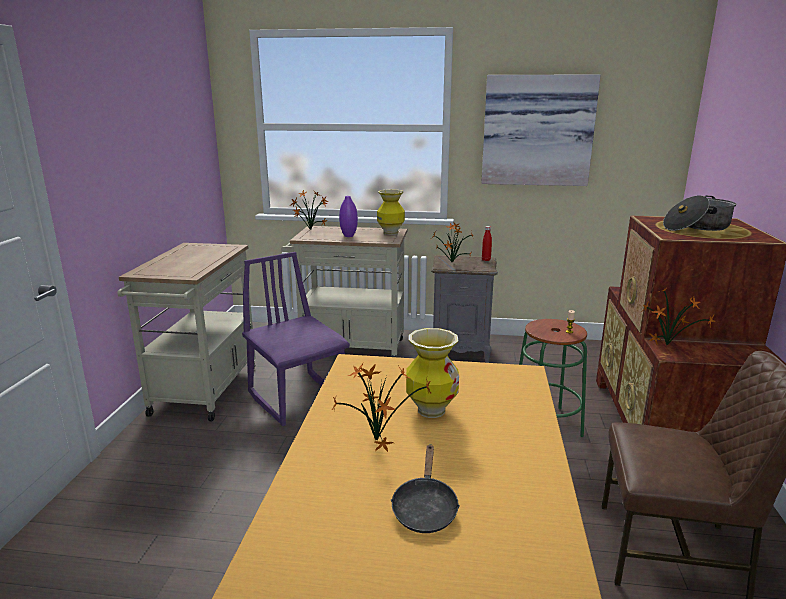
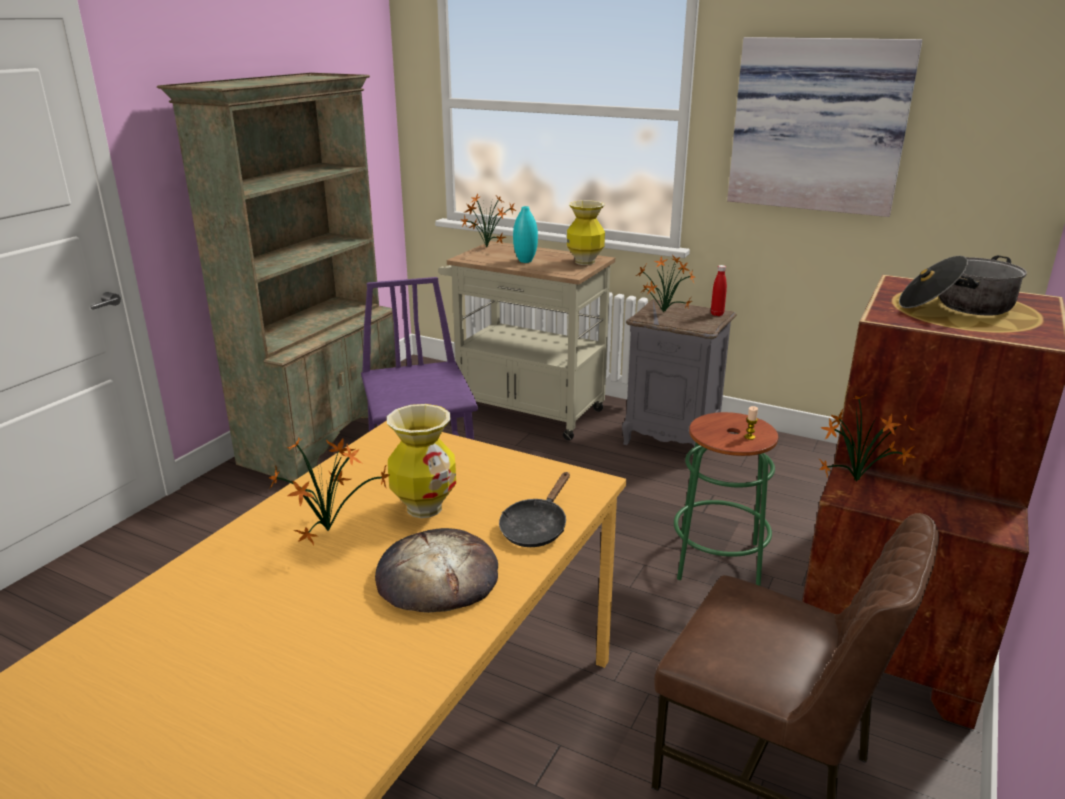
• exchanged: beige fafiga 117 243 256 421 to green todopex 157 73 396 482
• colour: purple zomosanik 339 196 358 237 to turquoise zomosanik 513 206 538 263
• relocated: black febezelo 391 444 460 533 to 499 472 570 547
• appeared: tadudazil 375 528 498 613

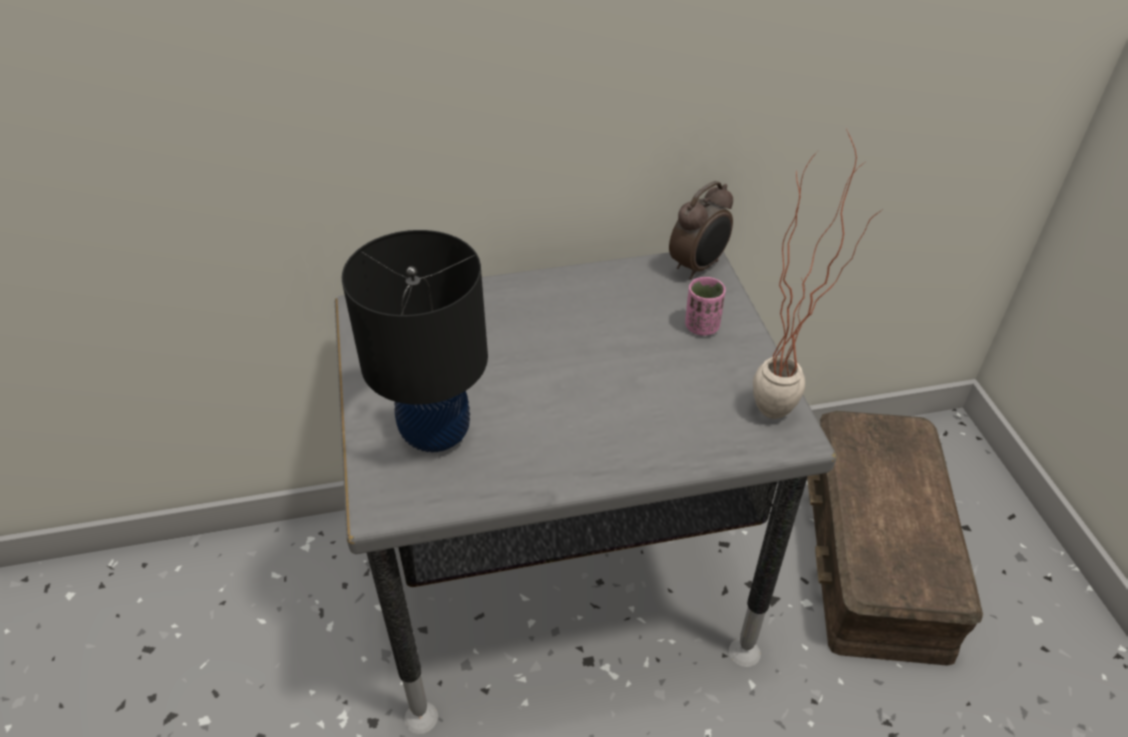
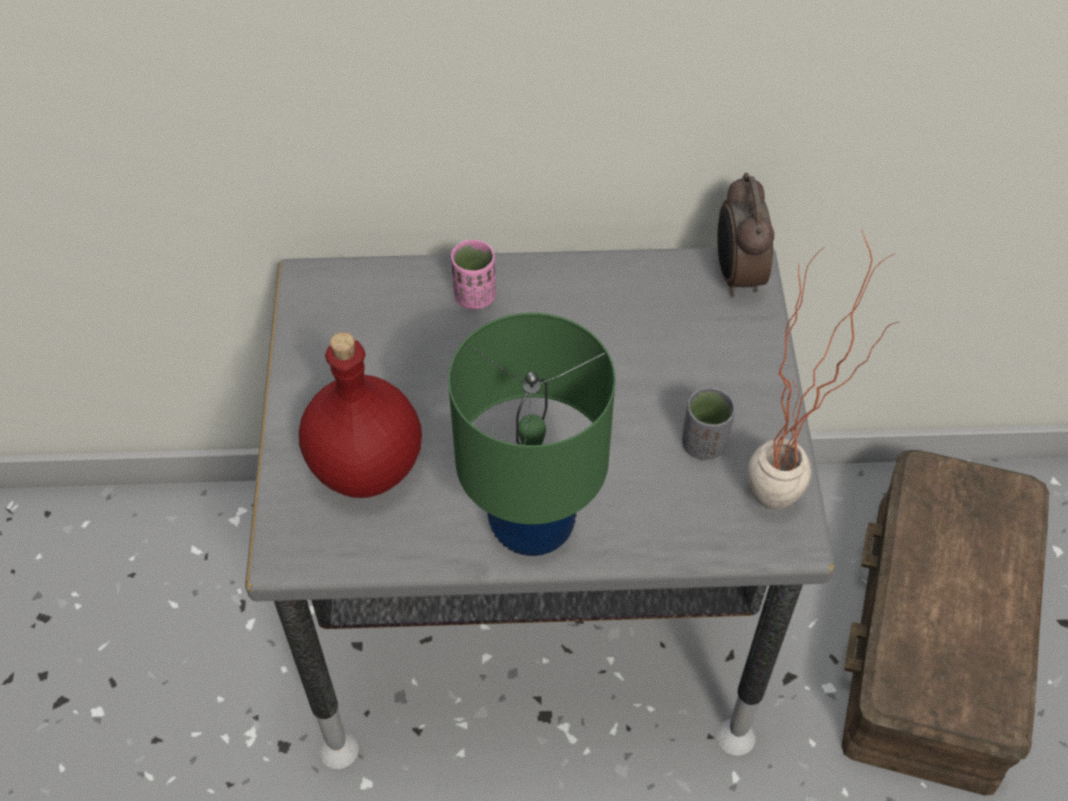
• exchanged: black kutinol 342 230 488 452 to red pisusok 299 332 422 498
• spun: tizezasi 669 181 733 280 = 717 173 774 297 120 degrees clockwise
• relocated: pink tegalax 685 277 726 336 to 451 240 496 309
• appeared: green kutinol 448 313 615 556
• appeared: grey tegalax 682 387 735 460

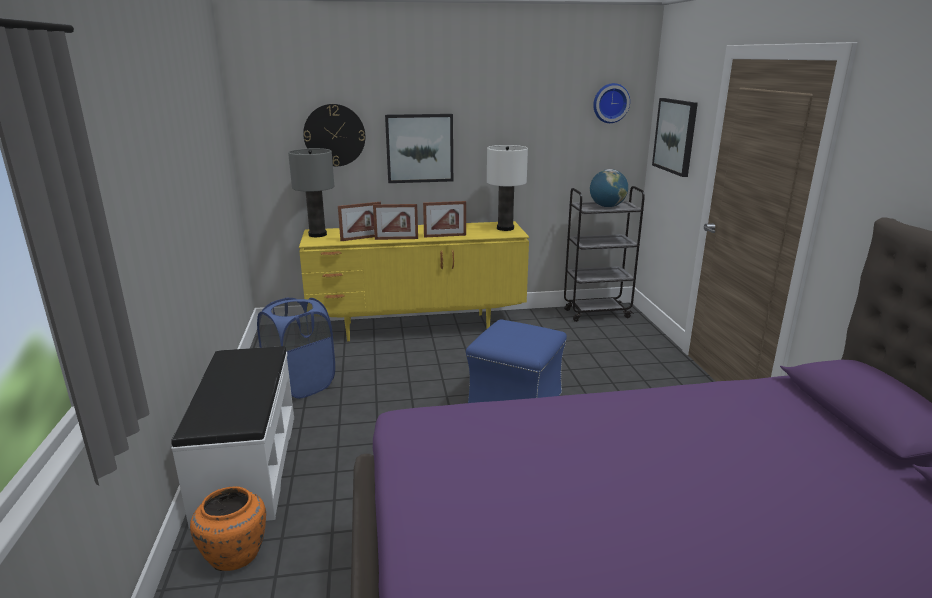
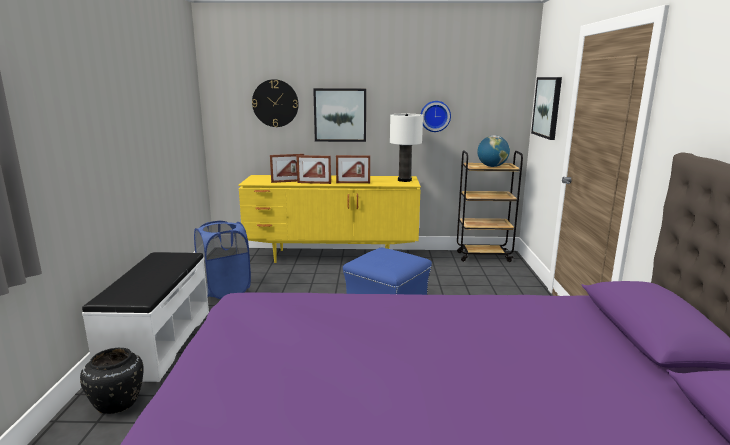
• colour: orange zomosanik 190 487 266 571 to black zomosanik 80 348 144 414
• missing: grey kutinol 288 148 334 237
• colour: grey fafiga 564 186 645 322 to brown fafiga 457 150 523 262
• relocated: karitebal 593 83 630 123 to 421 101 451 132

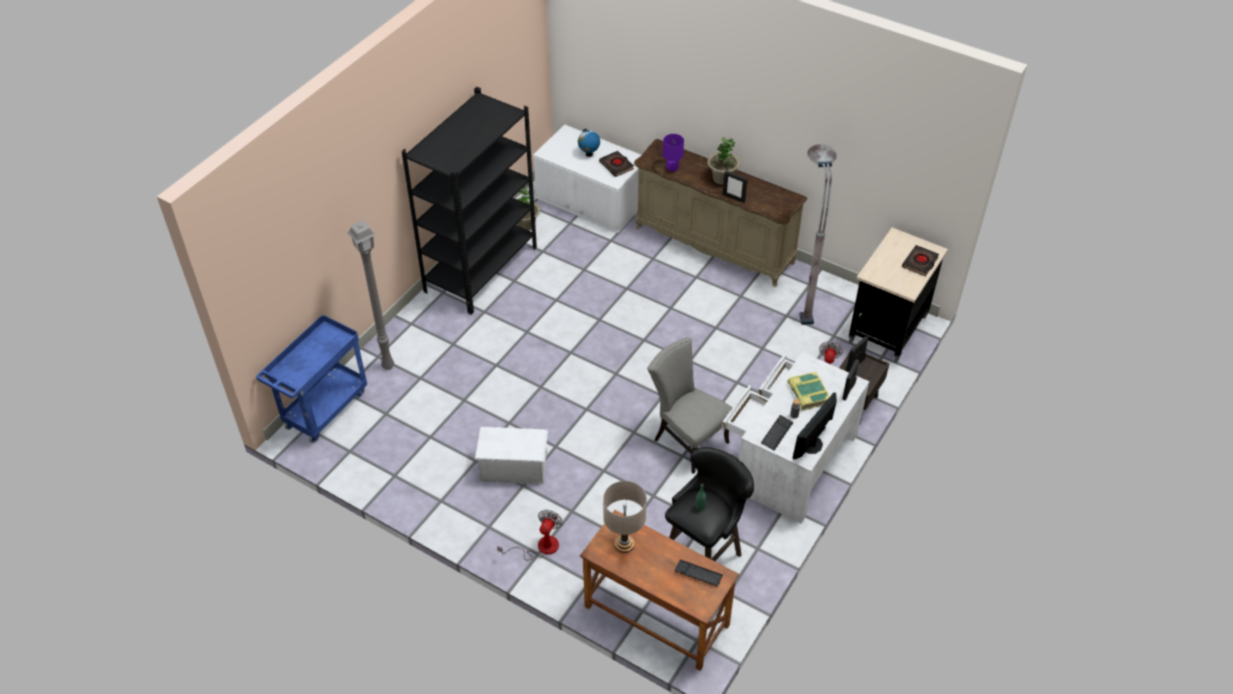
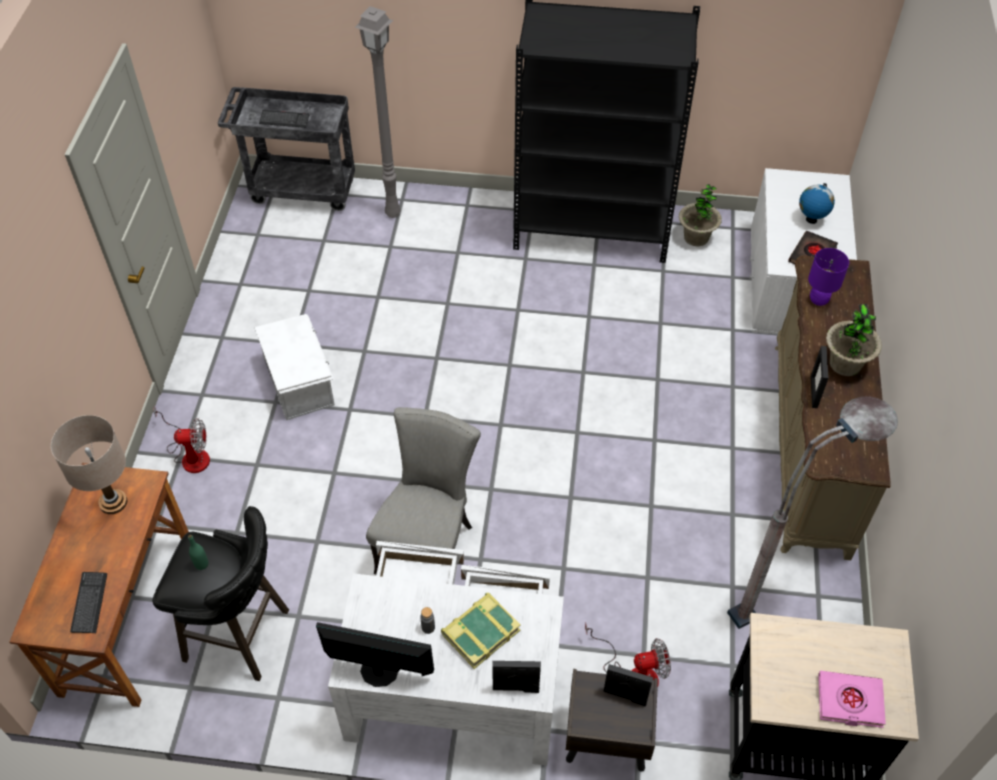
• colour: blue fafiga 256 315 367 443 to grey fafiga 218 87 355 211
• relocated: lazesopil 761 415 793 450 to 259 110 309 128
• colour: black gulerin 902 245 939 276 to pink gulerin 818 671 886 728

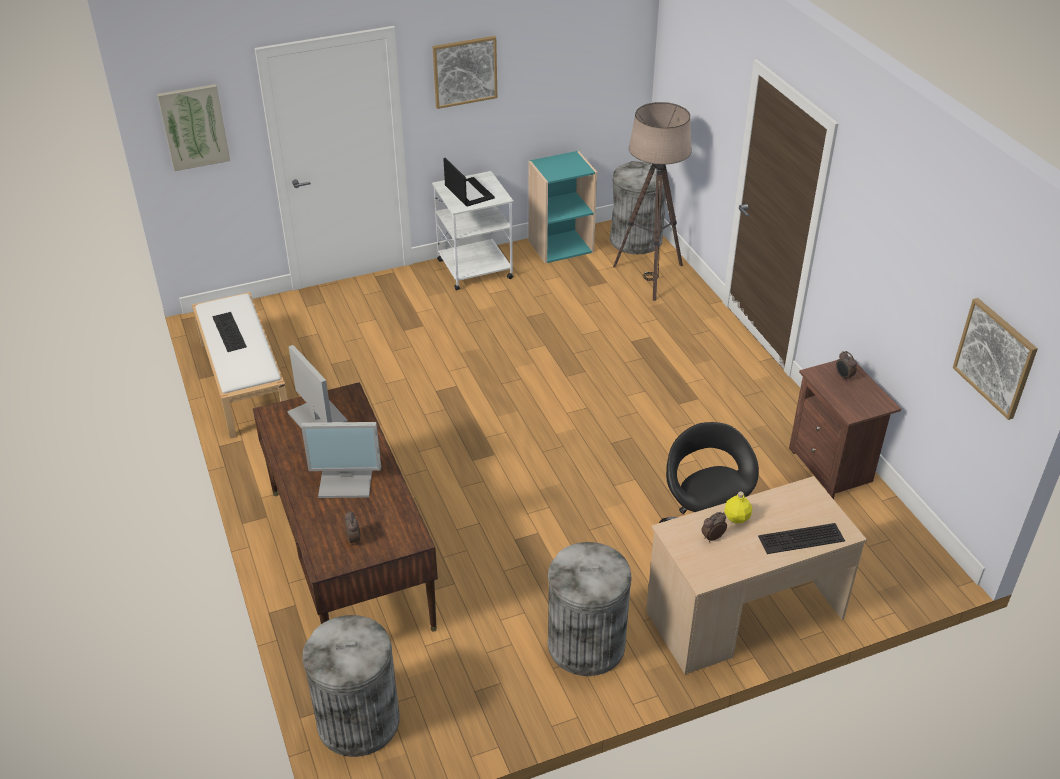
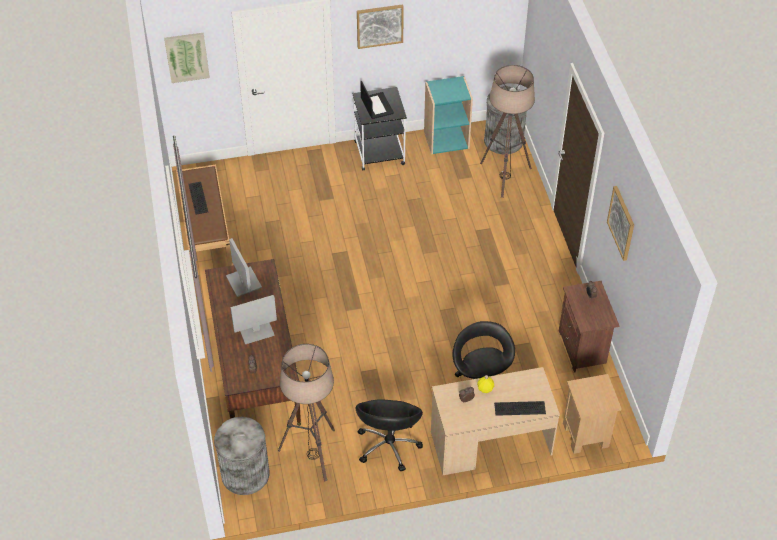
• colour: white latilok 192 292 288 439 to brown latilok 176 164 233 267
• spun: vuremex 301 422 381 498 = 230 295 277 344 150 degrees clockwise
• colour: white fafiga 432 171 514 290 to black fafiga 352 87 407 170
• exchanged: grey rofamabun 548 542 632 676 to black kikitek 356 399 423 471
• relocated: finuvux 953 298 1038 420 to 607 186 634 261
• appeared: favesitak 278 344 335 482
• appeared: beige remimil 563 374 622 454

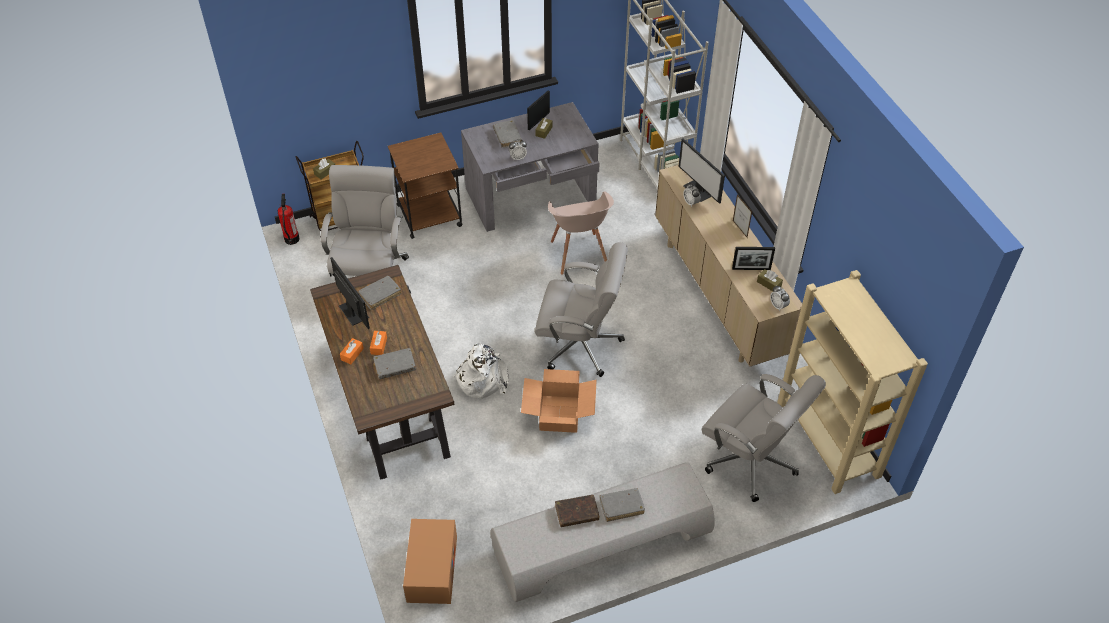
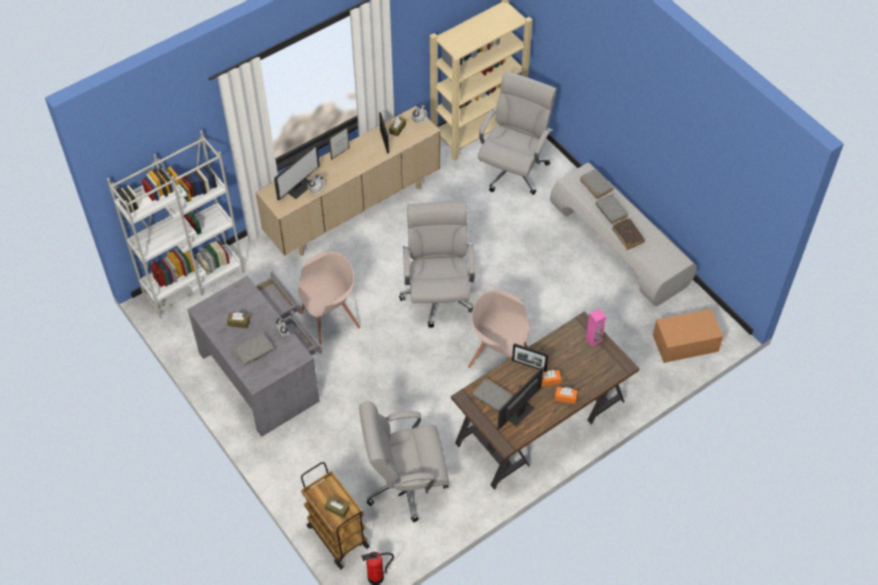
• relocated: grey gulerin 373 348 416 379 to 580 169 613 199
• missing: brown fafiga 388 133 463 239
• exchanged: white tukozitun 453 343 509 399 to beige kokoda 468 290 529 368
• missing: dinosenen 521 369 597 433
• relocated: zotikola 527 90 550 130 to 512 343 548 372
• appeared: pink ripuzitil 585 309 606 346

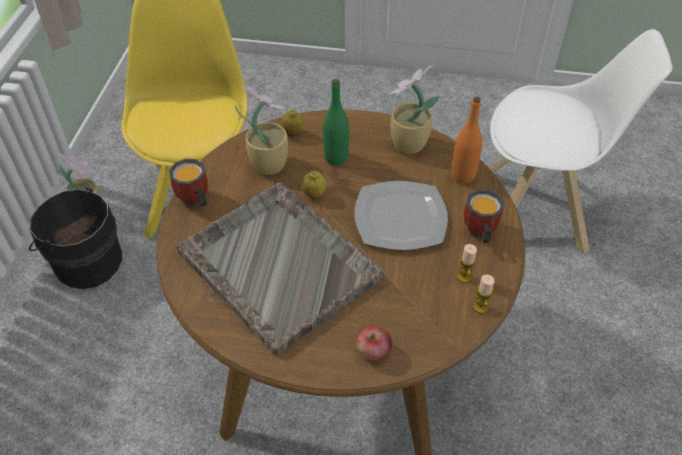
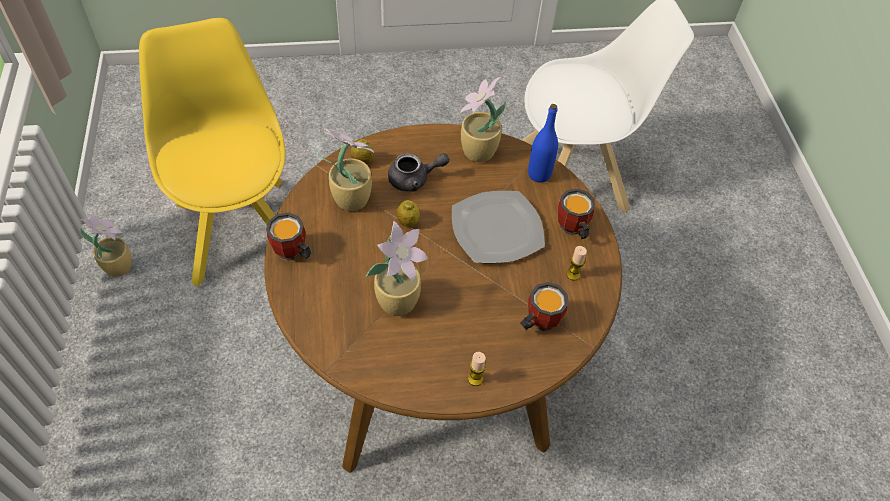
• missing: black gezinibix 29 187 122 289
• exchanged: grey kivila 176 183 383 355 to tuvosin 366 221 428 316
• exchanged: green pisusok 323 79 349 165 to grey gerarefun 388 153 450 192
• missing: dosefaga 356 325 392 360
• colour: orange pisusok 451 97 482 183 to blue pisusok 528 104 558 183
• relocated: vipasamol 473 274 495 314 to 468 352 486 386
• appeared: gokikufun 520 282 569 331

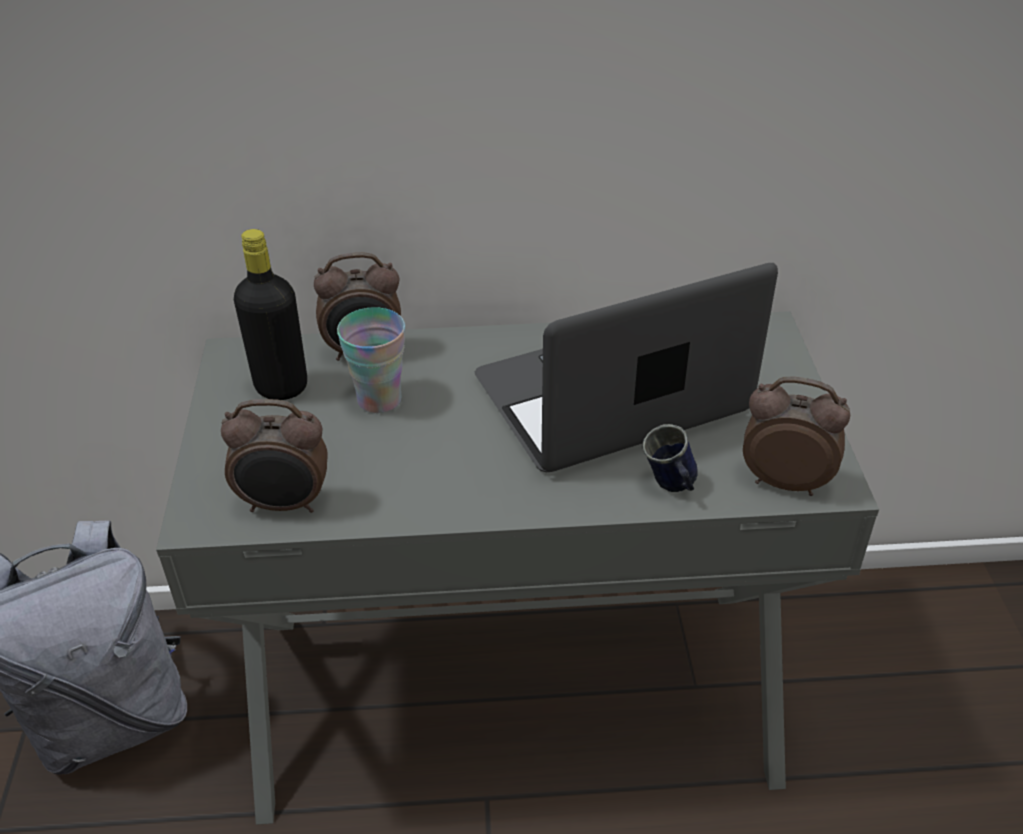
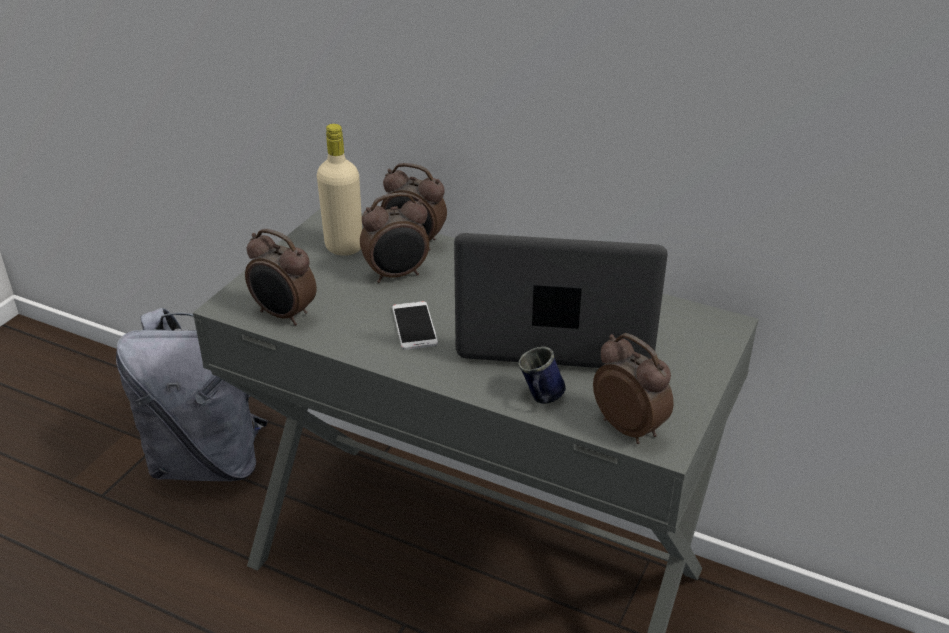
• colour: black pisusok 234 229 307 400 to beige pisusok 317 124 362 256
• exchanged: tegalax 337 307 405 413 to tizezasi 360 192 429 283
• appeared: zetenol 392 301 438 350

